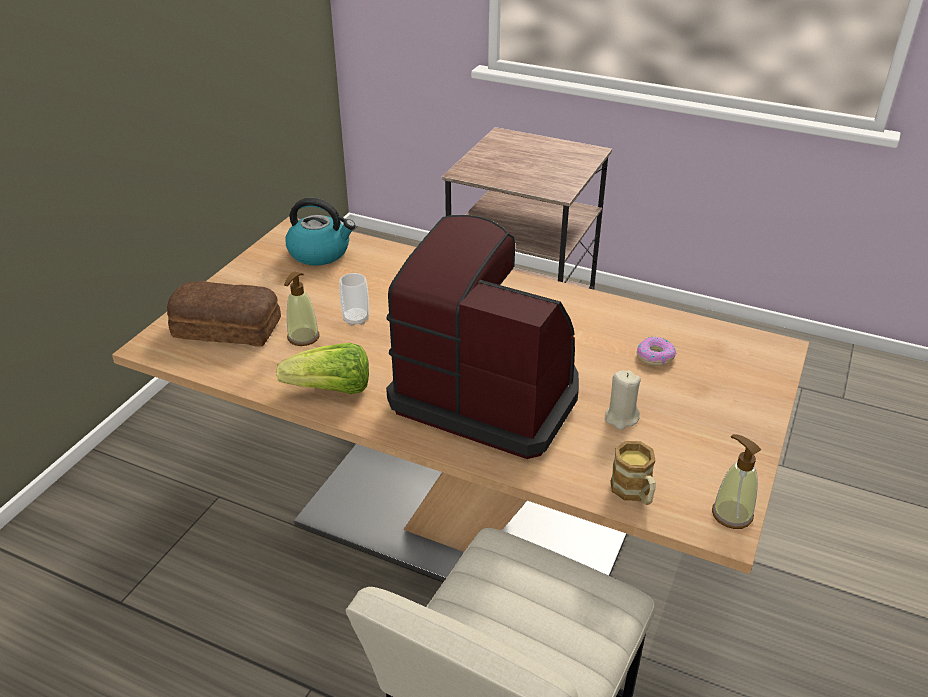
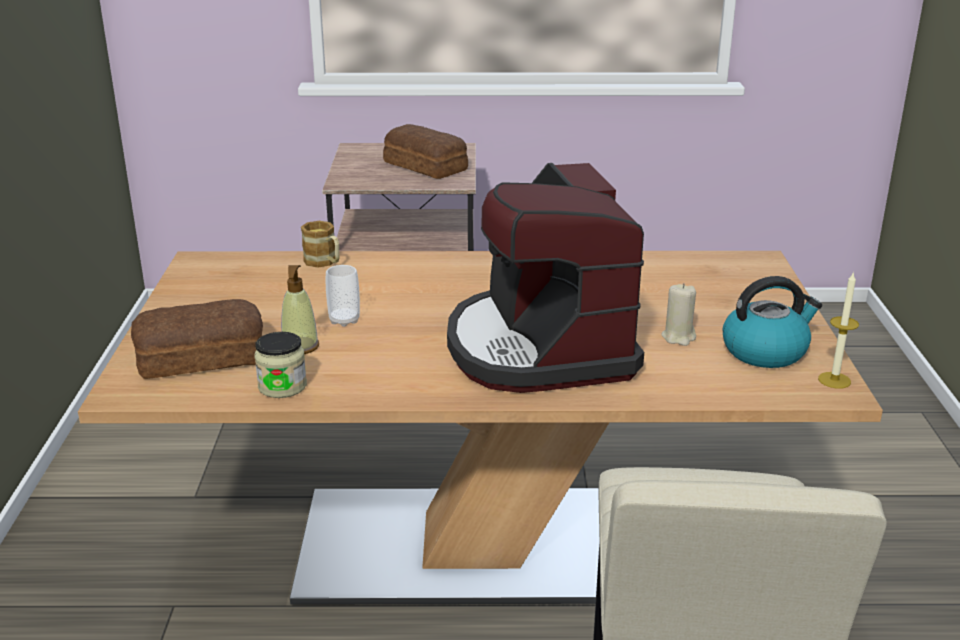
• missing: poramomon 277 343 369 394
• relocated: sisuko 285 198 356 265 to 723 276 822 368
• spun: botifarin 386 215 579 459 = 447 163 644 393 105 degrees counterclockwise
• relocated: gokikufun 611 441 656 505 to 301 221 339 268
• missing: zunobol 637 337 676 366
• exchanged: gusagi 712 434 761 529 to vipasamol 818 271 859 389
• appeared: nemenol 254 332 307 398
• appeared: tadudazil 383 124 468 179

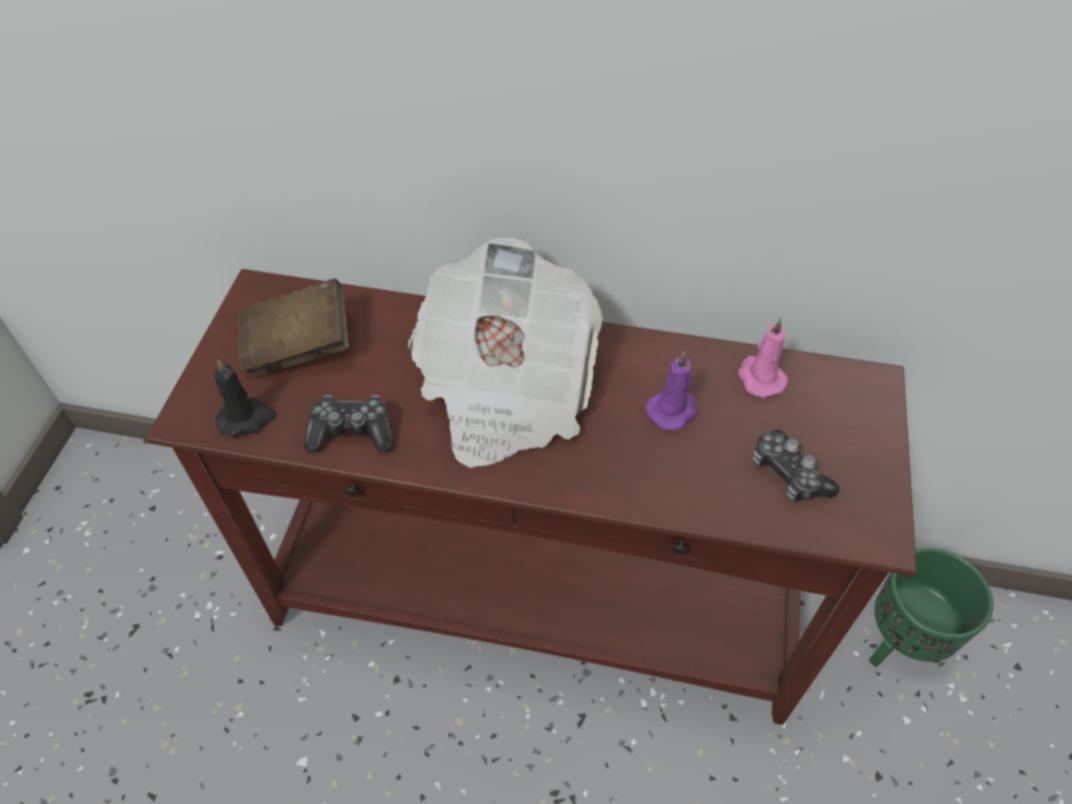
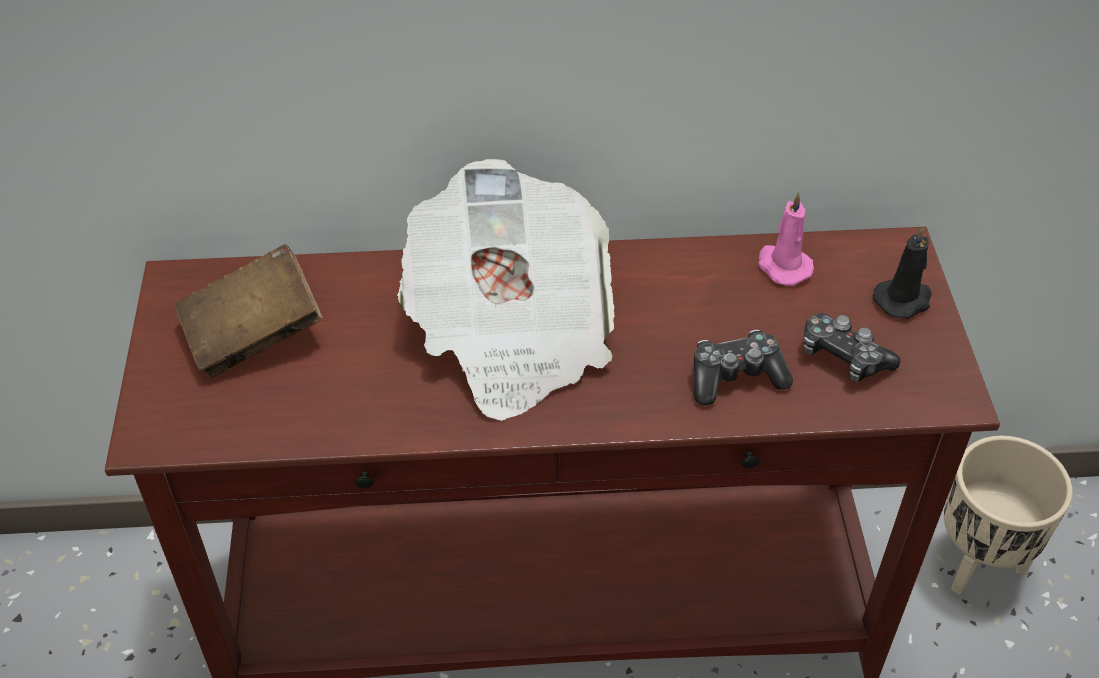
• relocated: black vipasamol 213 359 276 438 to 873 225 932 319
• relocated: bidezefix 304 395 394 453 to 694 330 793 405
• missing: purple vipasamol 646 351 697 430
• colour: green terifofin 869 548 993 667 to beige terifofin 944 436 1073 595

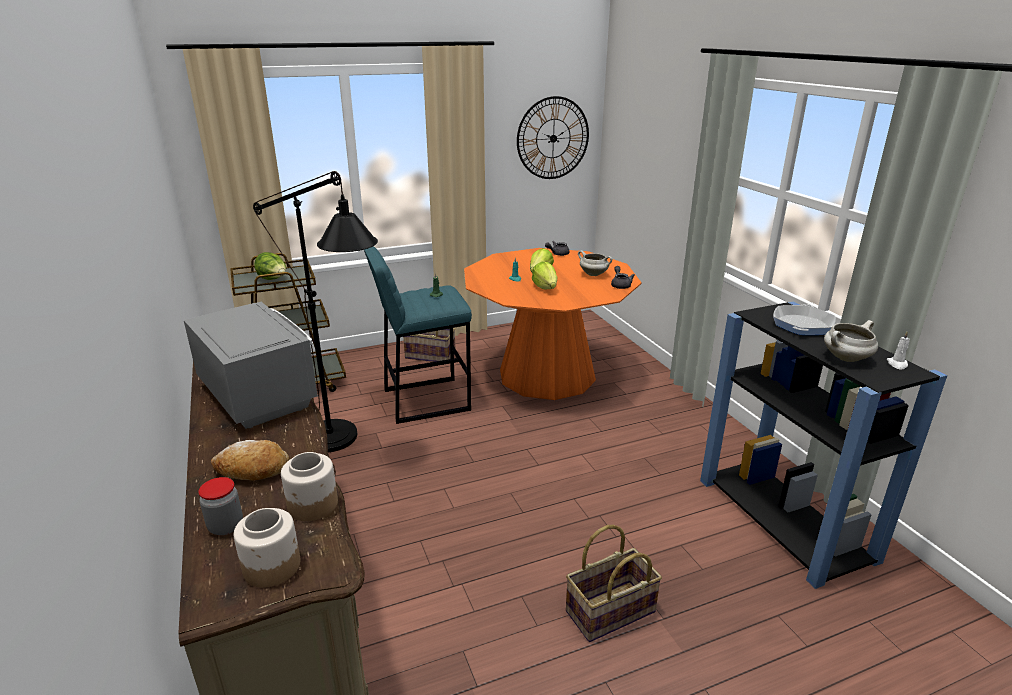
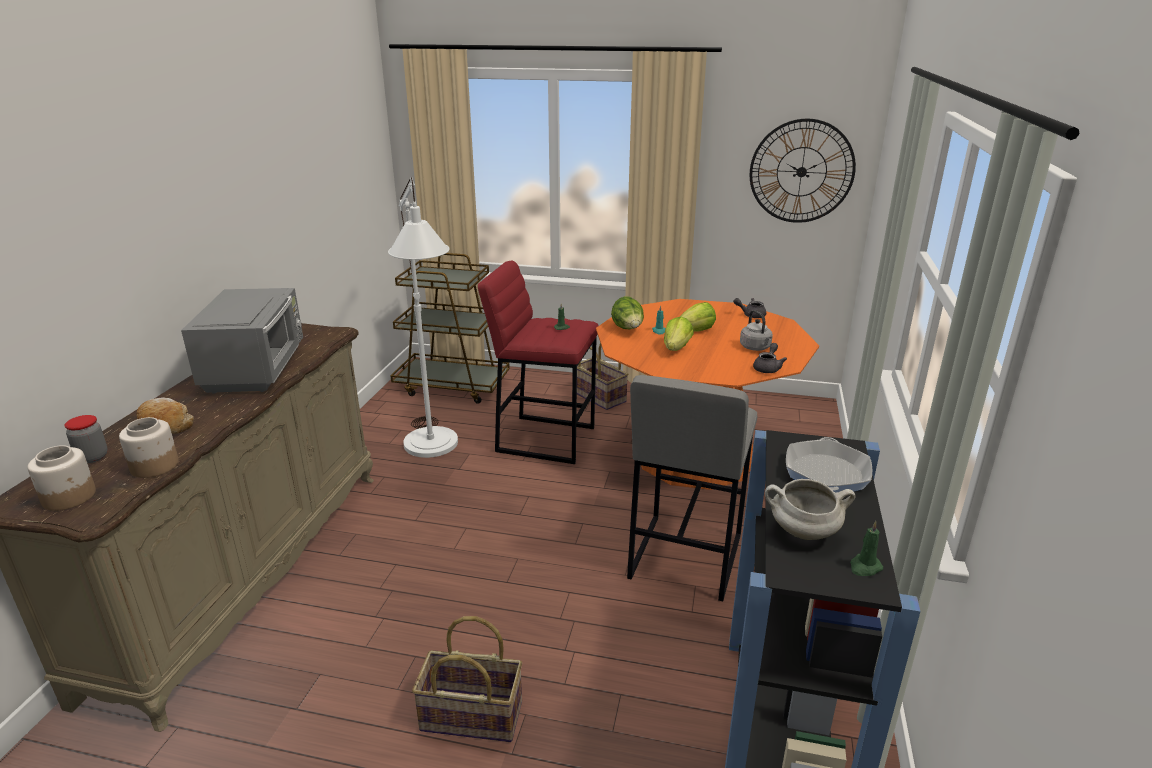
• colour: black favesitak 253 171 378 452 to white favesitak 388 177 458 458
• relocated: poramomon 254 252 286 280 to 611 296 644 329
• colour: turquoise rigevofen 364 246 472 424 to red rigevofen 478 260 599 464
• exchanged: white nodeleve 578 250 612 276 to grey sisuko 740 310 773 351
• spun: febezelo 773 304 836 335 = 786 437 872 492 135 degrees clockwise
• colour: white vipasamol 887 331 910 370 to green vipasamol 850 521 883 576
• appeared: grey rigevofen 627 375 757 602

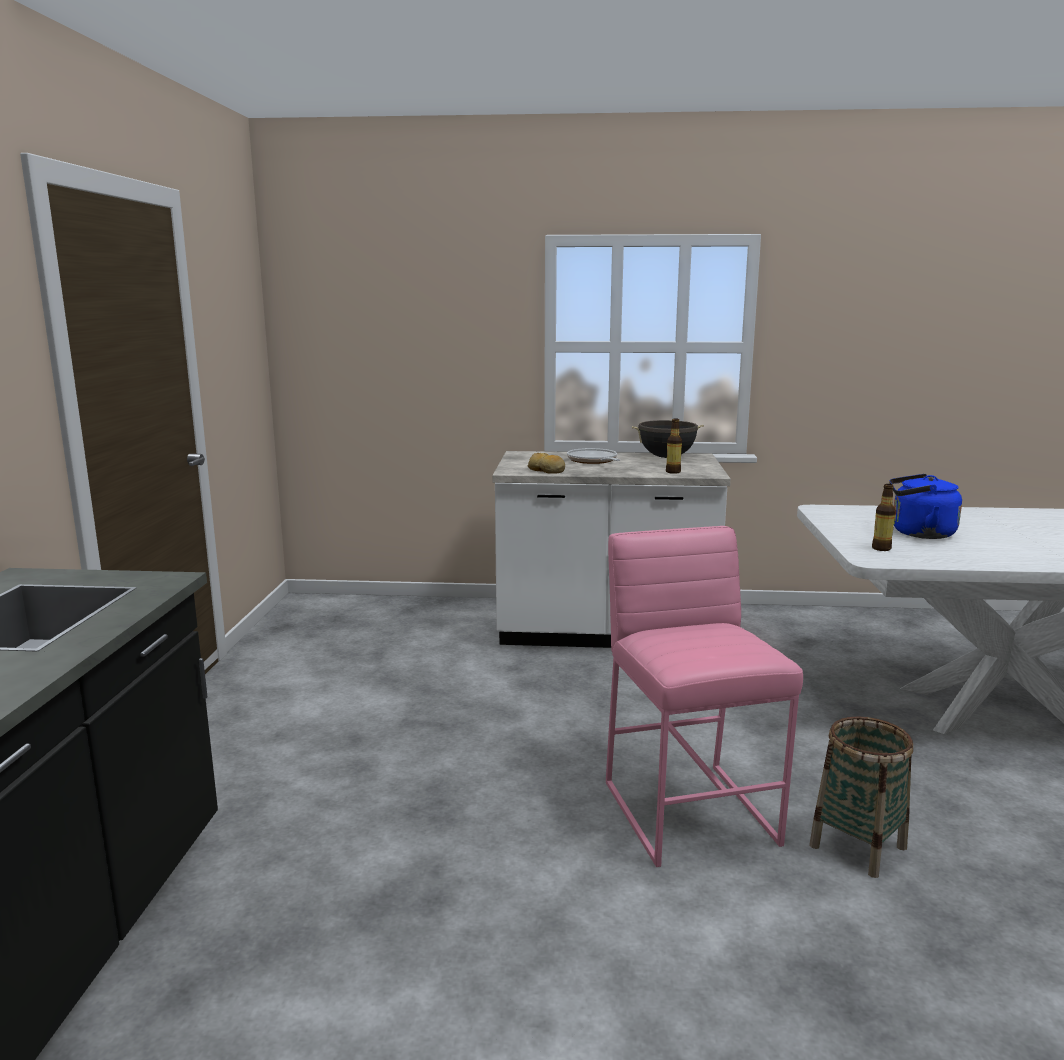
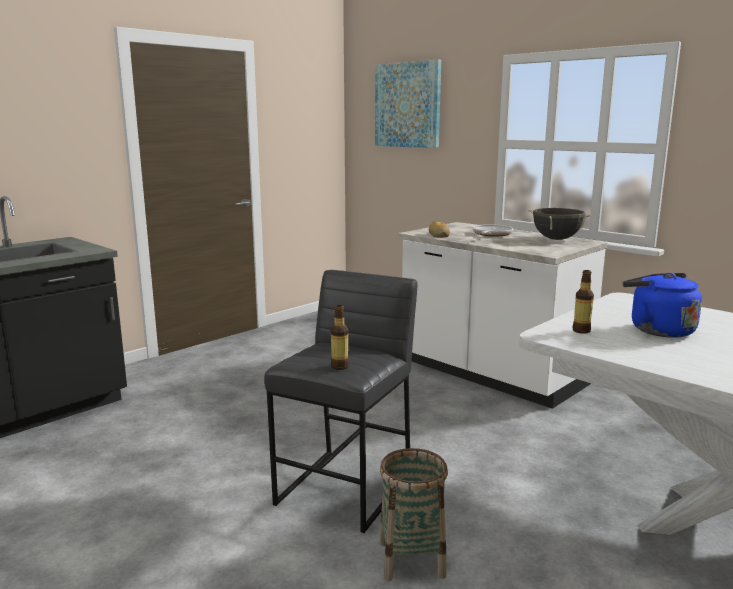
• colour: pink rigevofen 606 526 803 867 to grey rigevofen 264 270 418 533
• relocated: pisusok 666 418 682 474 to 331 305 349 370
• appeared: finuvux 375 60 441 148

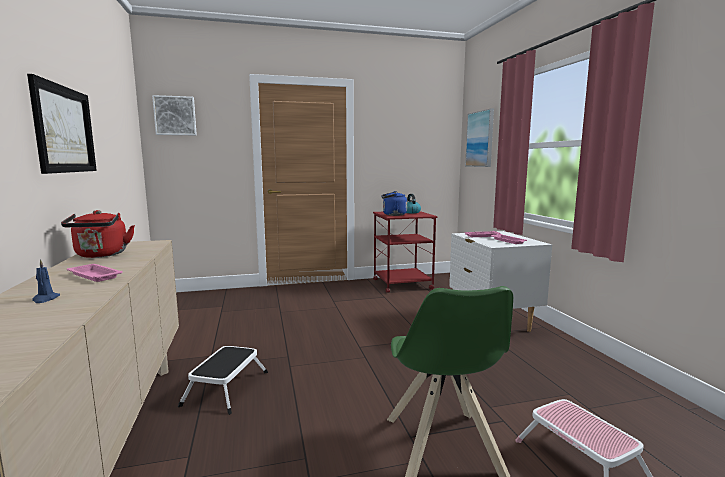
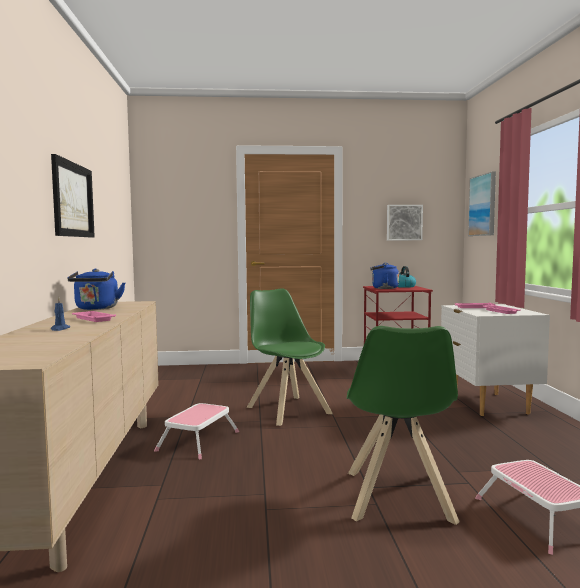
• colour: red sisuko 61 210 135 258 to blue sisuko 67 269 125 310
• relocated: finuvux 152 95 197 135 to 387 205 423 241
• colour: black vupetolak 178 346 268 415 to pink vupetolak 154 403 239 460
• appeared: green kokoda 247 288 333 426

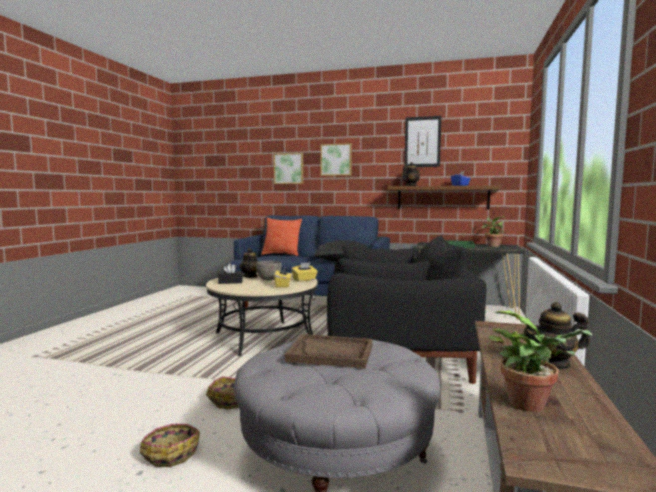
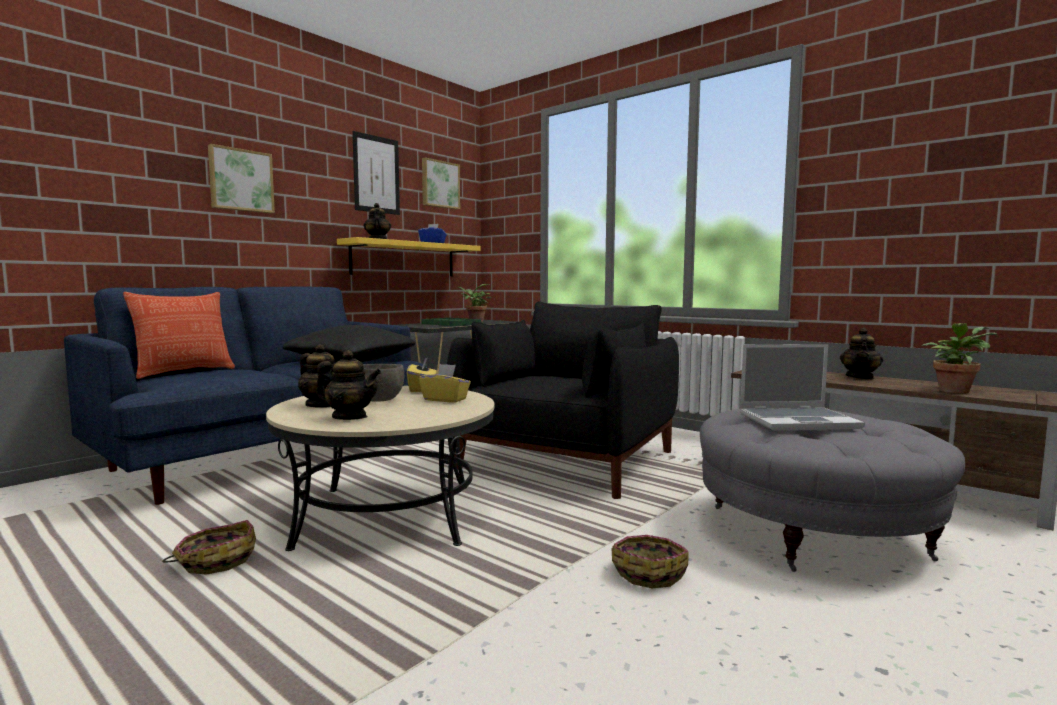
• relocated: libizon 140 424 200 467 to 162 520 256 575
• exchanged: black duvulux 218 263 243 284 to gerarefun 316 350 381 420
• relocated: finuvux 274 153 303 184 to 422 157 460 210
• exchanged: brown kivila 285 334 373 369 to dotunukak 739 344 865 430
• colour: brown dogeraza 387 185 502 209 to yellow dogeraza 337 237 481 276

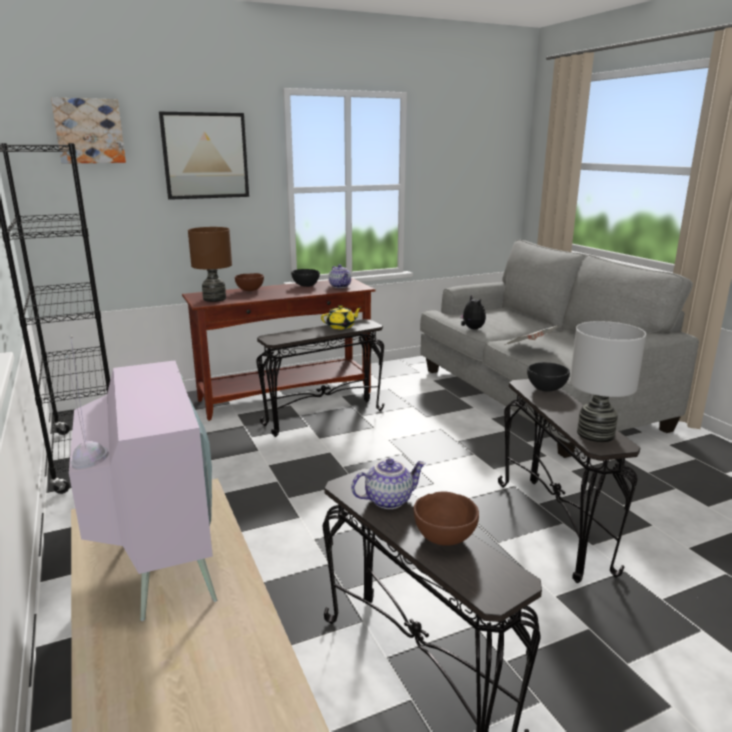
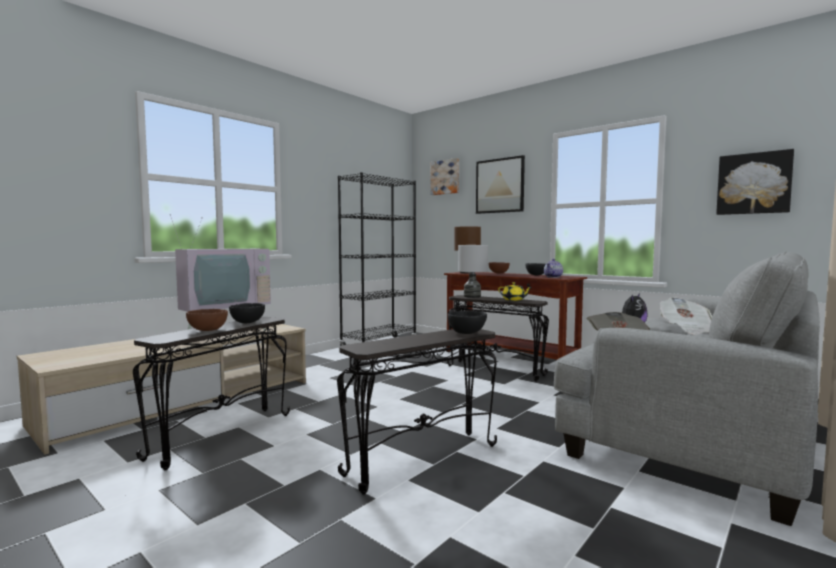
• exchanged: gerarefun 351 458 426 509 to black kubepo 229 303 265 323
• relocated: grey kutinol 570 321 646 442 to 458 245 488 298
• appeared: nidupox 660 297 712 334
• appeared: finuvux 716 149 794 215

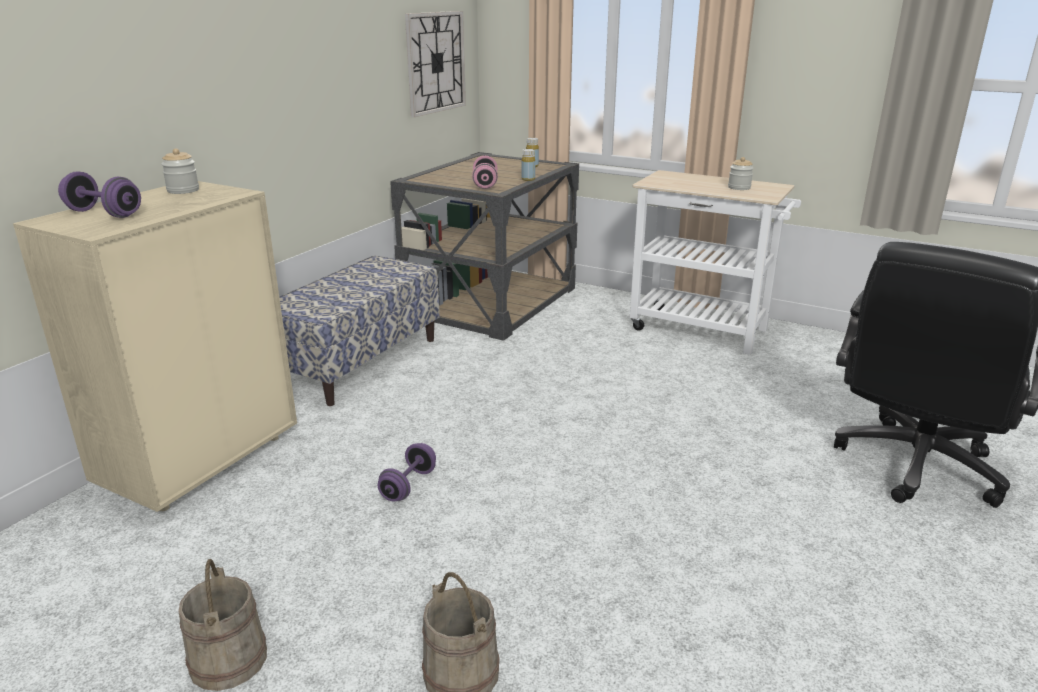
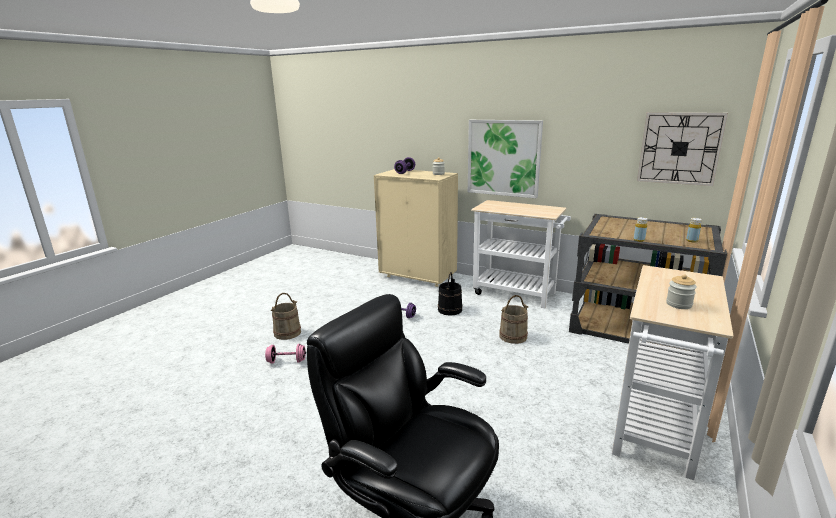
• relocated: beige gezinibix 179 559 267 691 to 499 295 528 344
• exchanged: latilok 279 255 440 406 to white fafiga 471 200 571 308
• relocated: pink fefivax 472 156 498 189 to 265 344 306 364
• appeared: black gezinibix 438 272 463 316
• appeared: finuvux 468 120 543 199

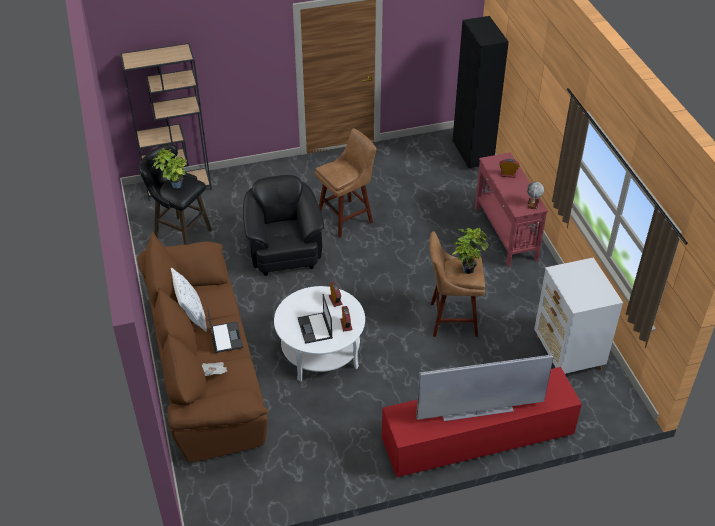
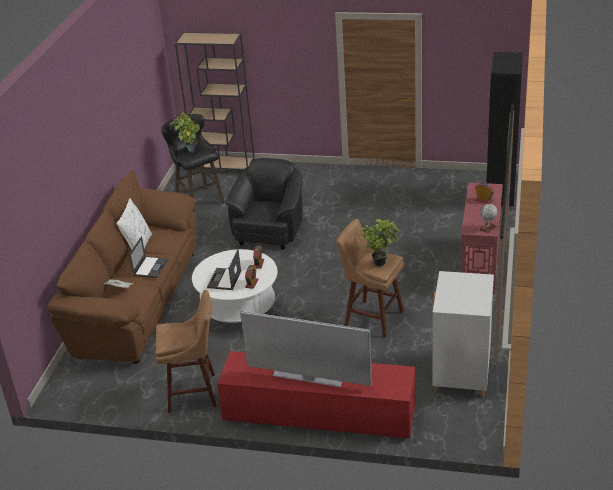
• relocated: brown rigevofen 315 128 376 238 to 156 290 217 413

